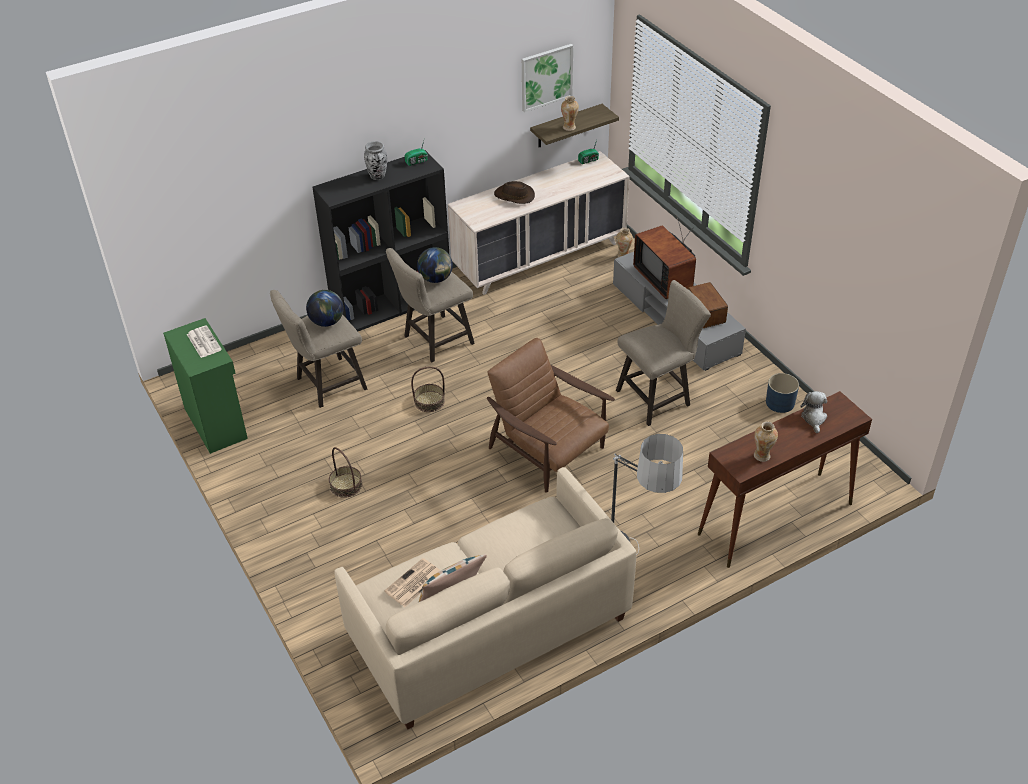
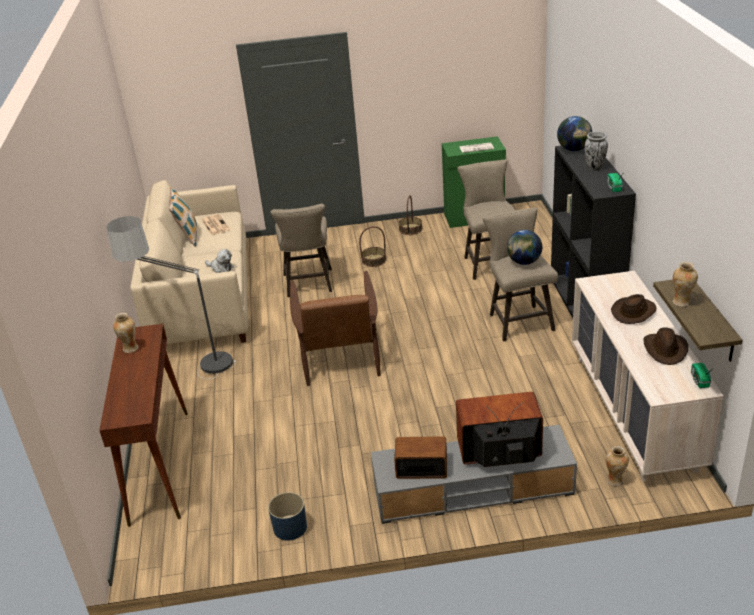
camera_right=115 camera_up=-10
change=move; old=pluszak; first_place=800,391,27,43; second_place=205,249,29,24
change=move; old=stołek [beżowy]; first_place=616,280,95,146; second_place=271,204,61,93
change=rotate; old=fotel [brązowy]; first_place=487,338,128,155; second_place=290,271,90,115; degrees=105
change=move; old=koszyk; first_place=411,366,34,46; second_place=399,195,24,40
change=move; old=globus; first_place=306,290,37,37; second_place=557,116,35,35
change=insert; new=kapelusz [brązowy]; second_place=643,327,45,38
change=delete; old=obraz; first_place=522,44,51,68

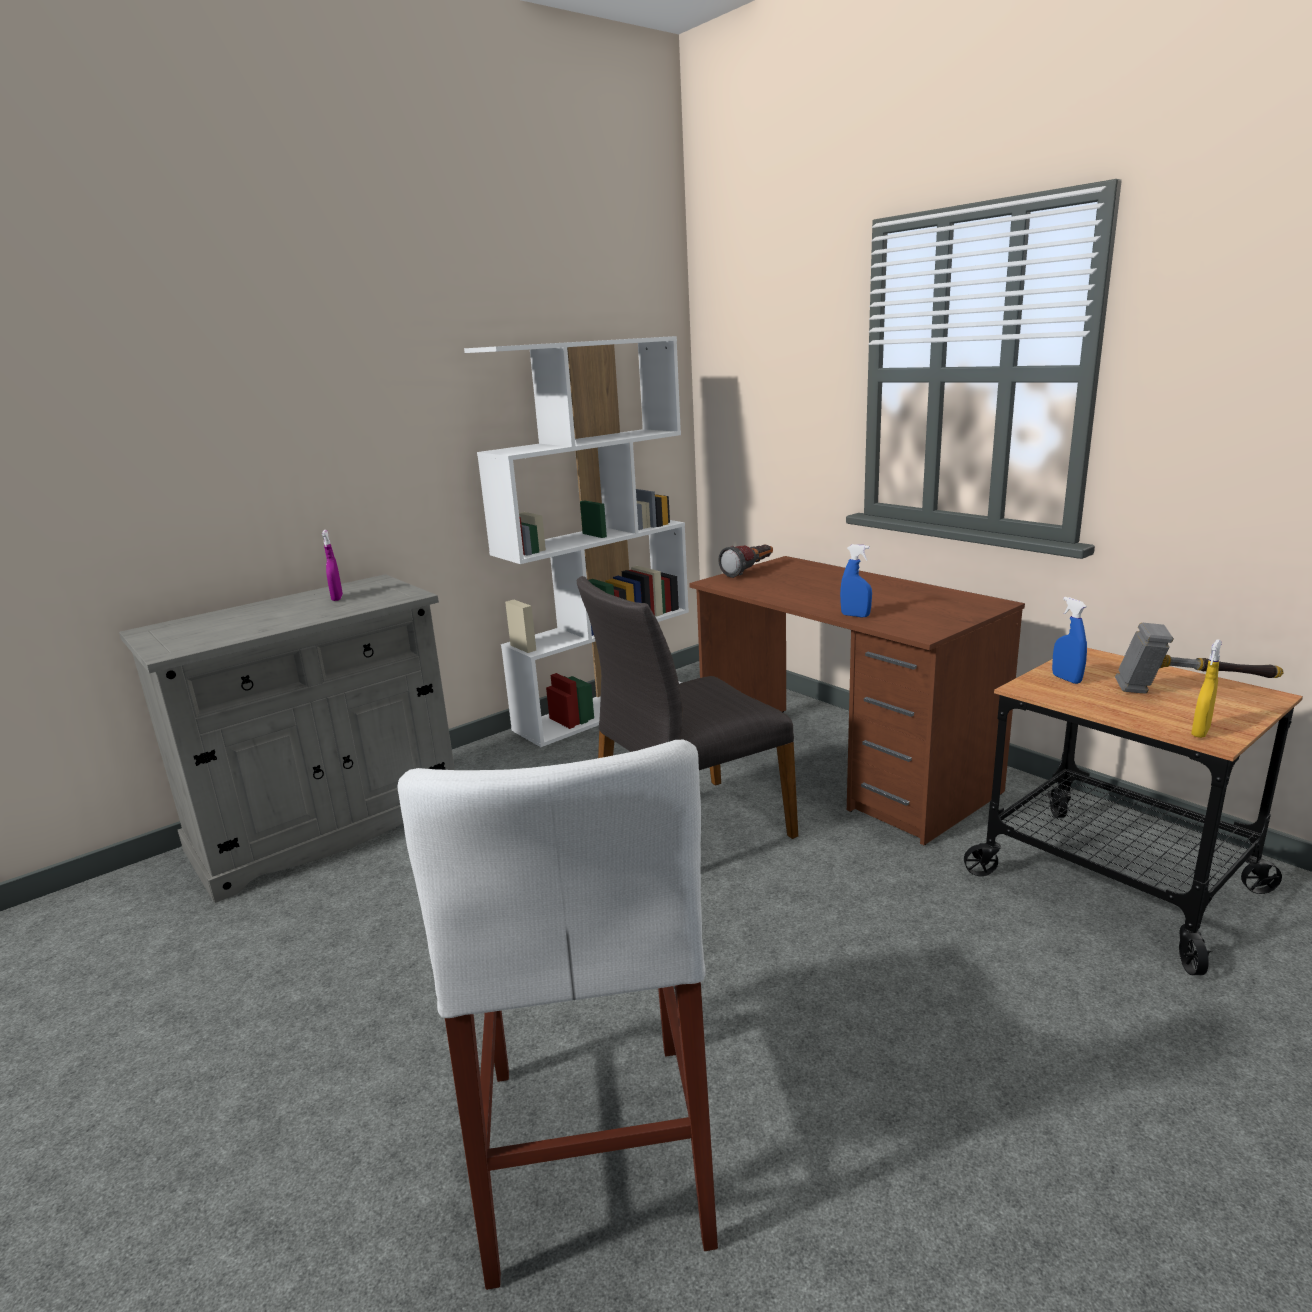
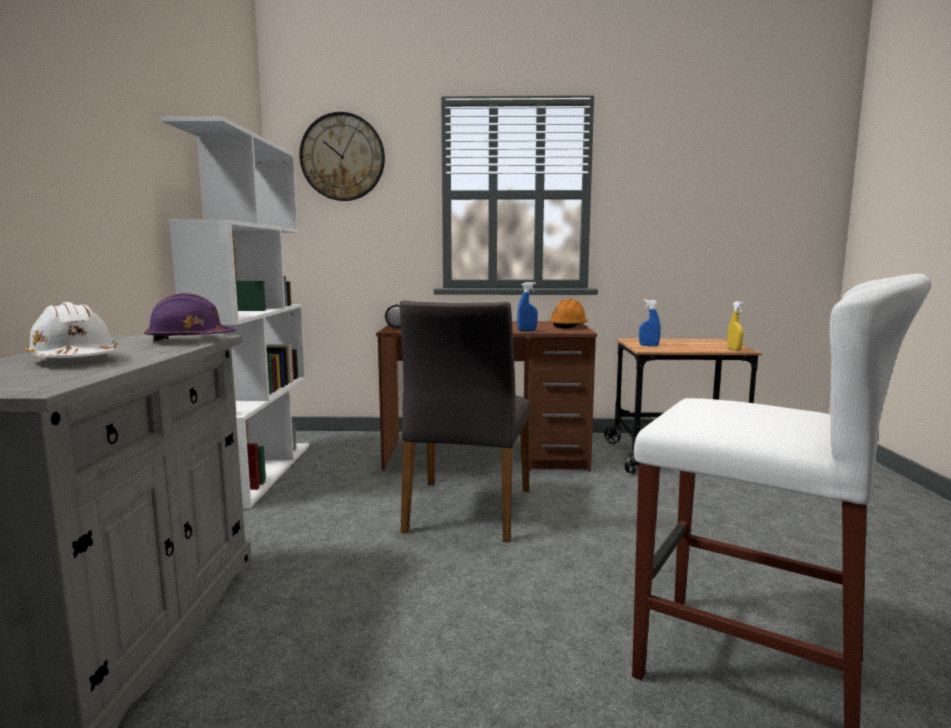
camera_right=-50 camera_up=-10
change=insert; new=kask [biały]; second_place=24,302,93,56
change=insert; new=kask [fioletowy]; second_place=144,293,92,48
change=insert; new=zegar ścienny; second_place=299,112,86,89
change=insert; new=kask [pomarańczowy]; second_place=549,299,39,30
change=delete; old=spryskiwacz [fioletowy]; first_place=322,530,21,71
change=delete; old=młotek; first_place=1115,623,169,71

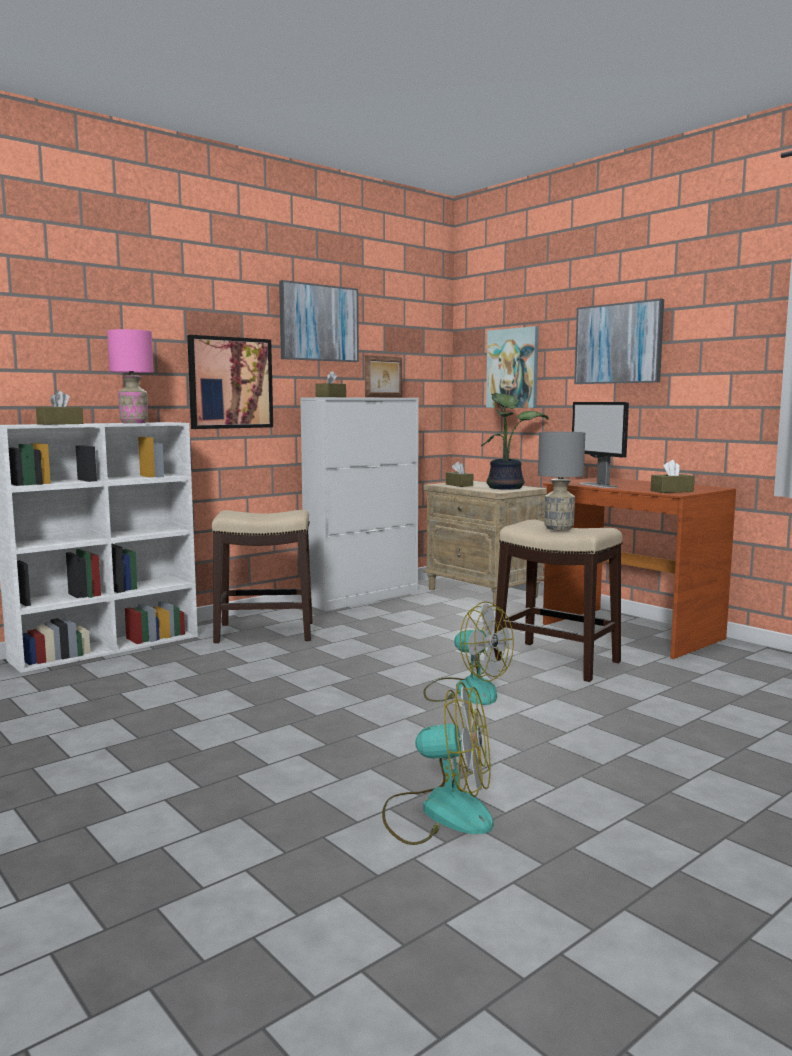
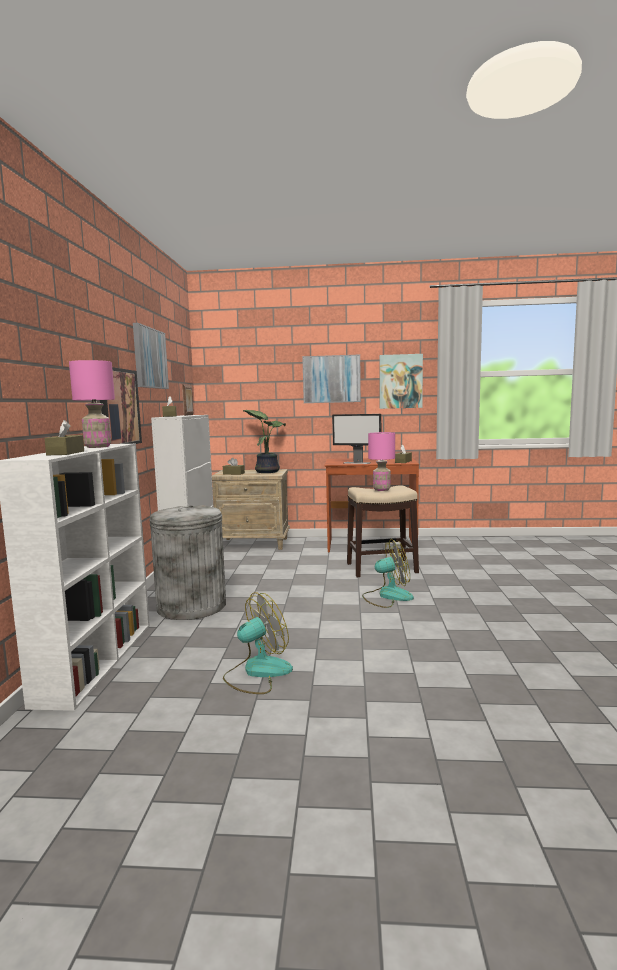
camera_right=-45 camera_up=0
change=replace; old=stołek; new=kosz na śmieci [szary]; first_place=211,510,101,133; second_place=149,505,77,115
change=move; old=wentylator; first_place=382,682,112,163; second_place=223,592,70,102
change=recolor; old=lampa stołowa [szary]; new=lampa stołowa [różowy]; first_place=538,432,47,99; second_place=368,432,27,59
change=move; old=obraz; first_place=486,326,53,82; second_place=379,354,44,55

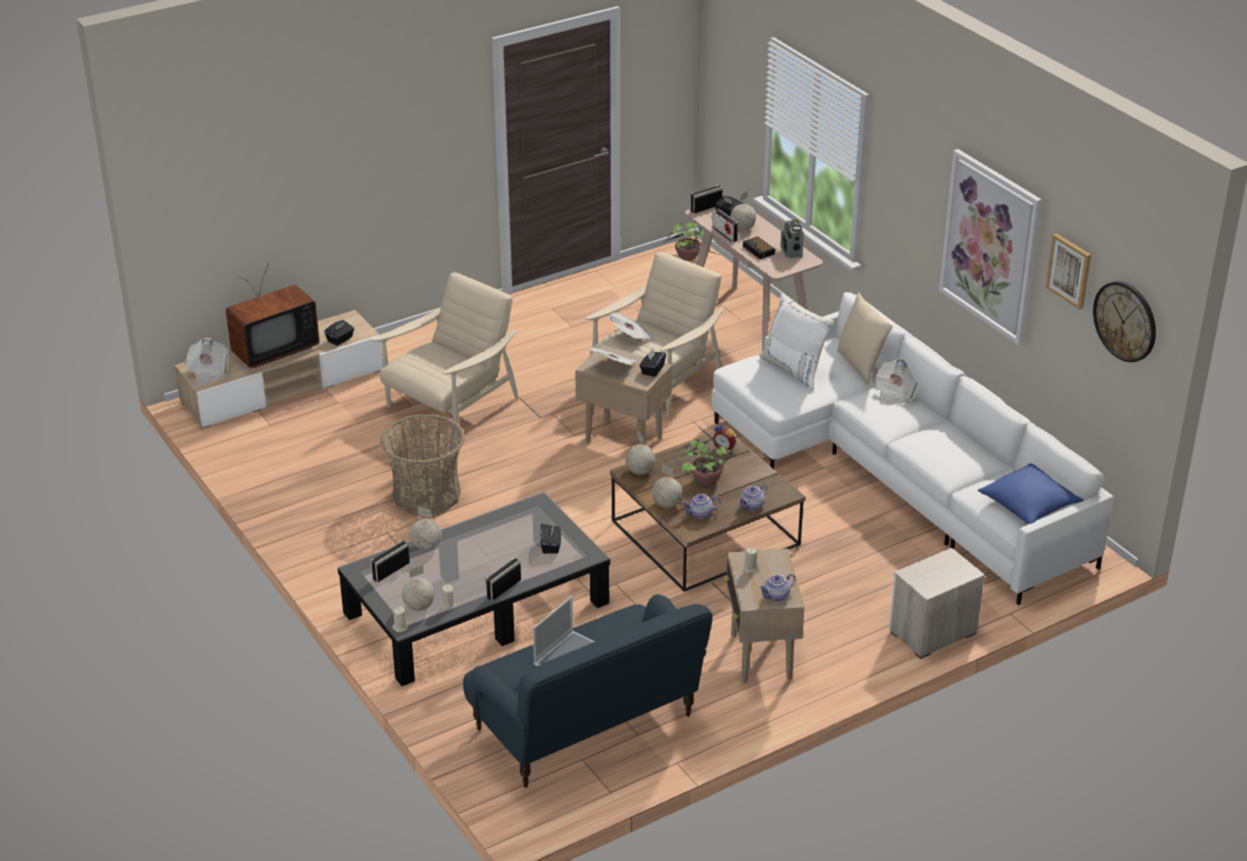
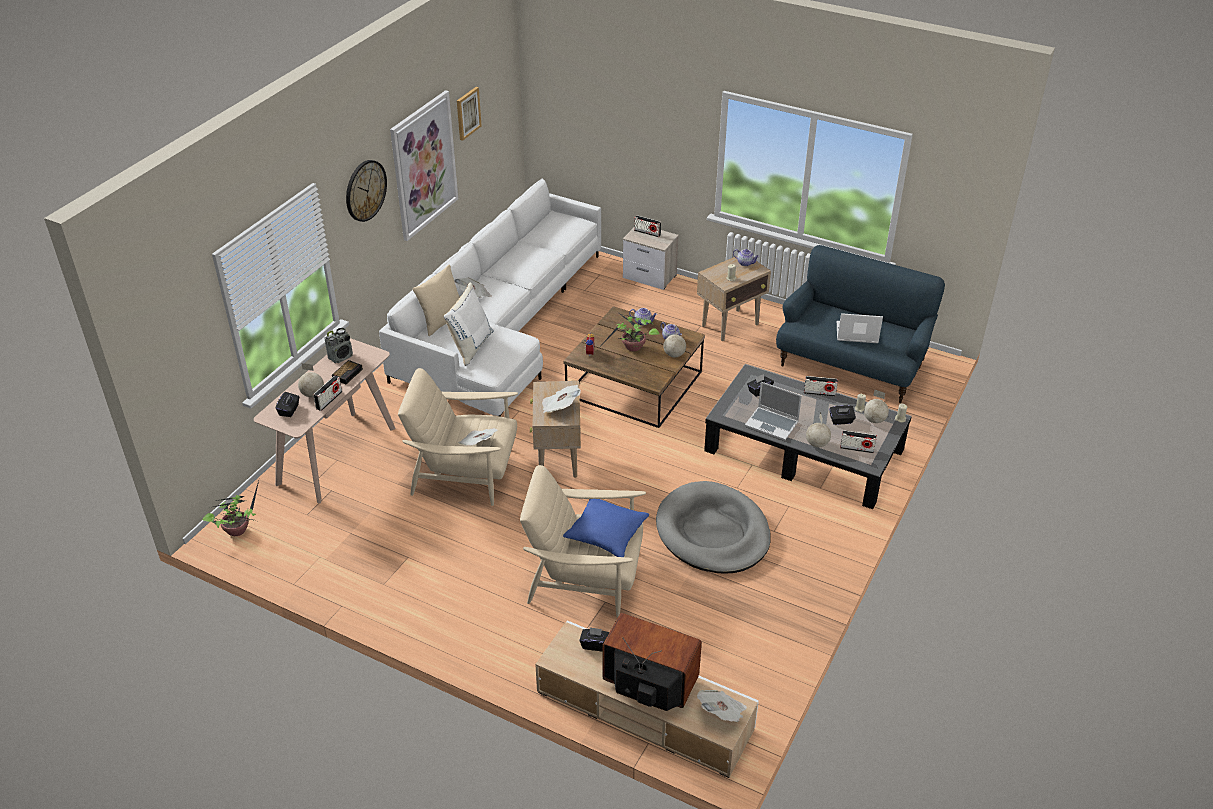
camera_right=-120 camera_up=5
change=move; old=zegar ścienny; first_place=1093,281,63,81; second_place=346,160,41,62
change=move; old=poduszka [niebieski]; first_place=978,464,106,60; second_place=563,499,86,58
change=move; old=radio; first_place=690,185,32,29; second_place=634,215,27,22
change=replace; old=koszyk; new=legowisko [szary]; first_place=380,414,85,101; second_place=656,481,115,93
change=insert; new=laptop; second_place=745,382,57,59
change=move; old=pudełko chusteczek [czarny]; first_place=640,349,26,28; second_place=829,405,27,20
change=delete; old=globus; first_place=625,431,30,44

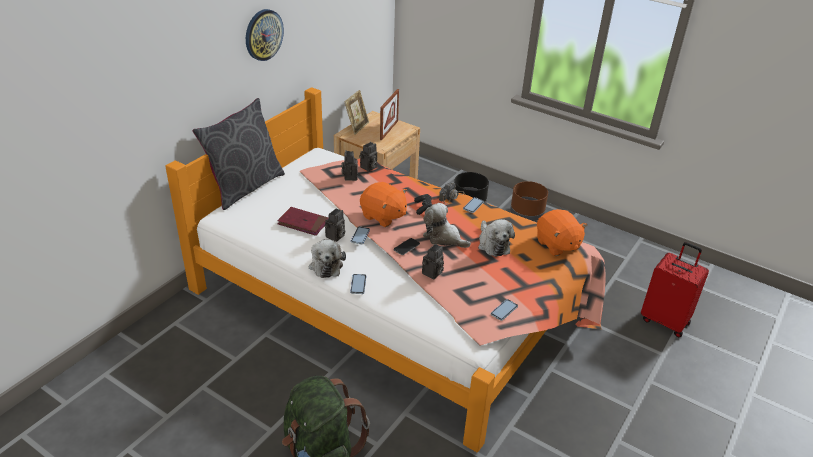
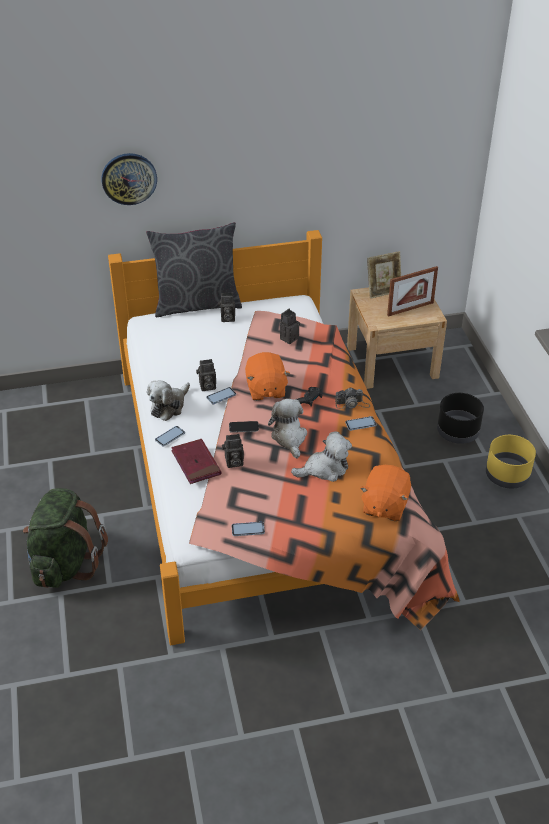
camera_right=45 camera_up=5
change=move; old=zegar ścienny; first_place=246,9,38,52; second_place=102,153,55,52
change=move; old=książka [czerwony]; first_place=277,207,51,29; second_place=171,439,50,45
change=move; old=aparat fotograficzny; first_place=359,142,18,30; second_place=218,293,17,29
change=rotate; old=pluszak; first_place=478,219,37,38; second_place=291,432,61,50; degrees=-135
change=recolor; old=donica [brązowy]; new=donica [żółty]; first_place=510,181,38,40; second_place=486,435,50,53
change=delete; old=walizka [czerwony]; first_place=641,242,68,95

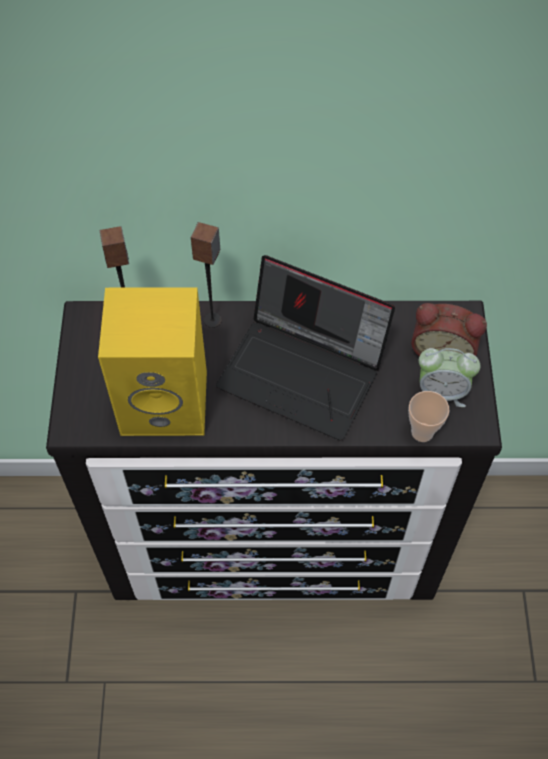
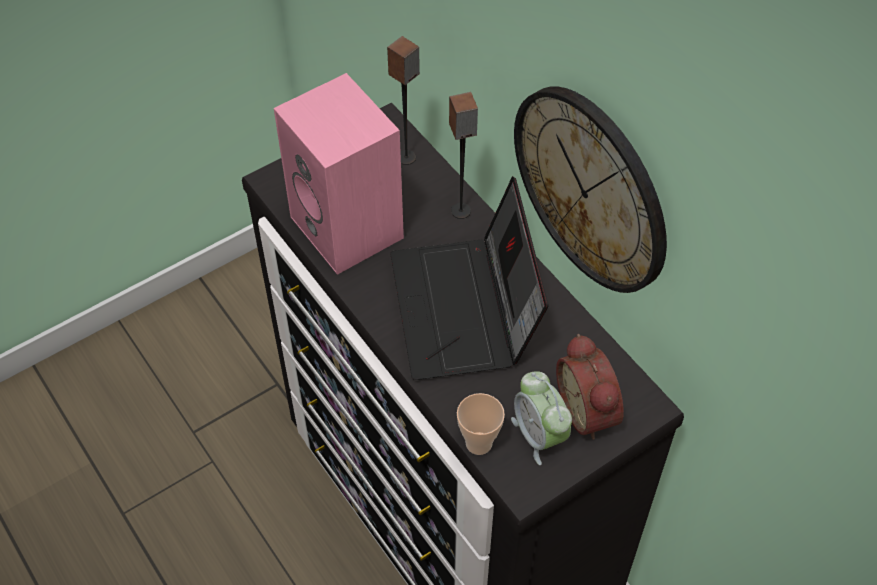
camera_right=55 camera_up=-5
change=recolor; old=głośnik [żółty]; new=głośnik [różowy]; first_place=98,288,109,148; second_place=274,73,130,202
change=insert; new=zegar ścienny; second_place=514,86,153,207

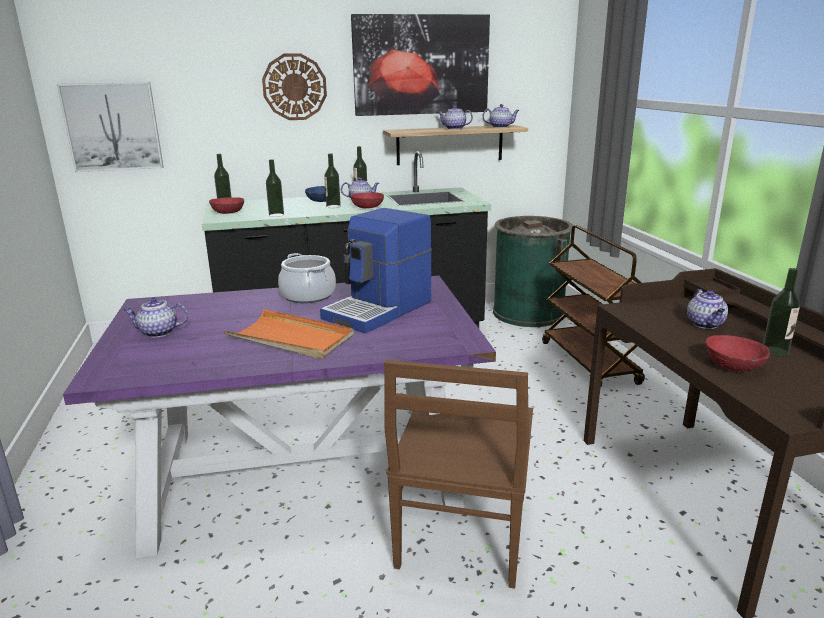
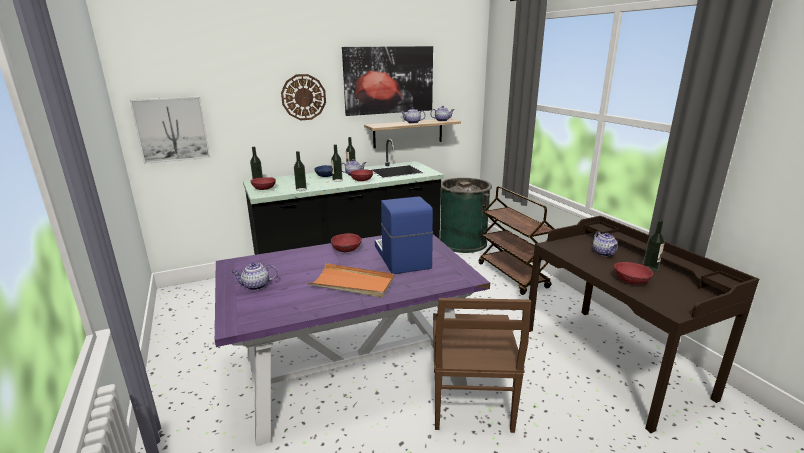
camera_right=-10 camera_up=0
change=replace; old=garnek; new=miska [czerwony]; first_place=278,253,58,50; second_place=331,233,31,19
change=rotate; old=ekspres do kawy; first_place=320,208,112,126; second_place=375,196,58,78; degrees=135

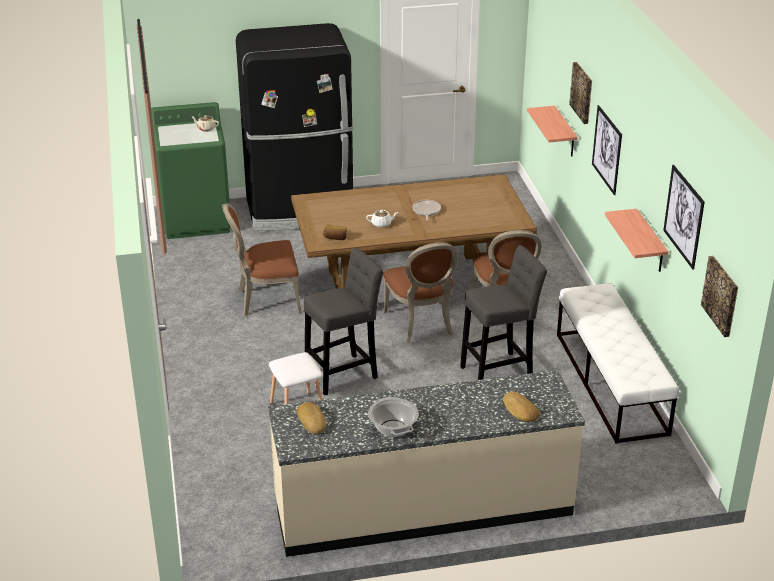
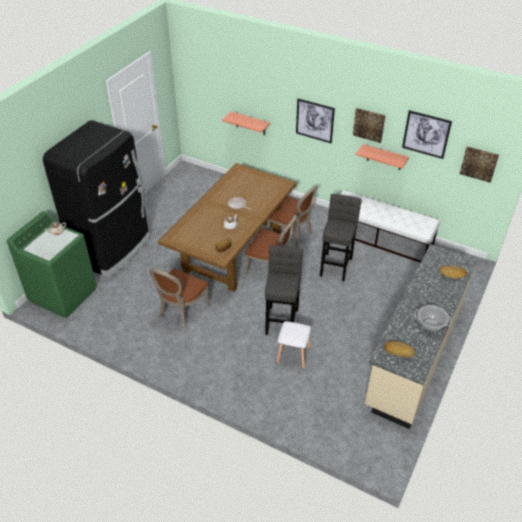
camera_right=-50 camera_up=10
change=move; old=obraz; first_place=569,62,23,62; second_place=353,108,32,35

